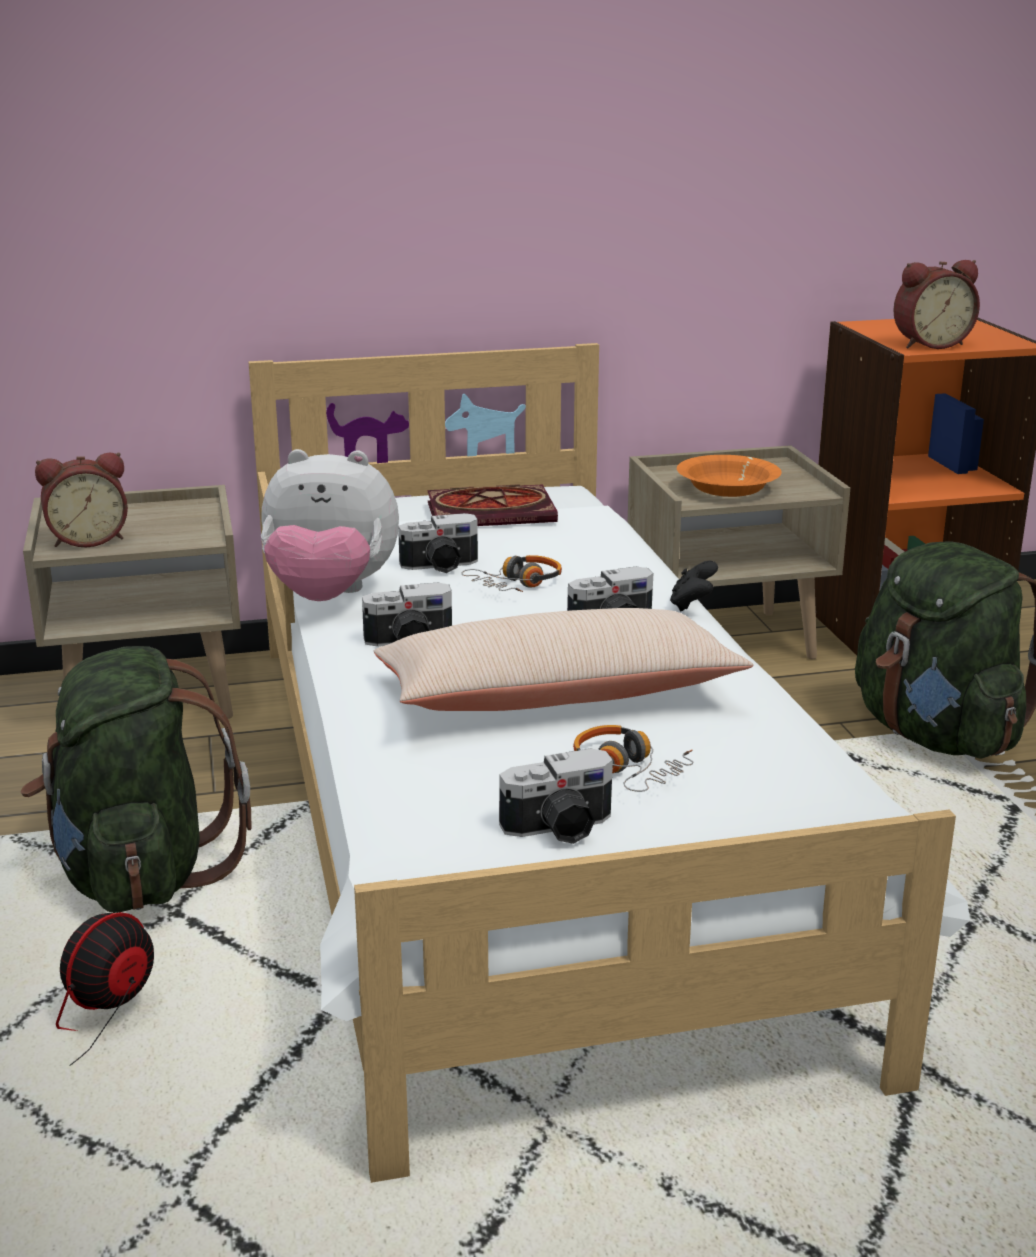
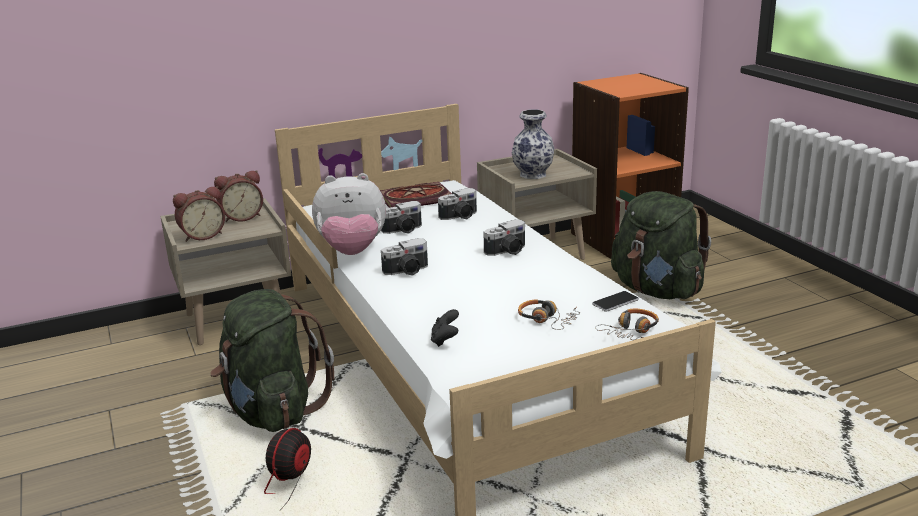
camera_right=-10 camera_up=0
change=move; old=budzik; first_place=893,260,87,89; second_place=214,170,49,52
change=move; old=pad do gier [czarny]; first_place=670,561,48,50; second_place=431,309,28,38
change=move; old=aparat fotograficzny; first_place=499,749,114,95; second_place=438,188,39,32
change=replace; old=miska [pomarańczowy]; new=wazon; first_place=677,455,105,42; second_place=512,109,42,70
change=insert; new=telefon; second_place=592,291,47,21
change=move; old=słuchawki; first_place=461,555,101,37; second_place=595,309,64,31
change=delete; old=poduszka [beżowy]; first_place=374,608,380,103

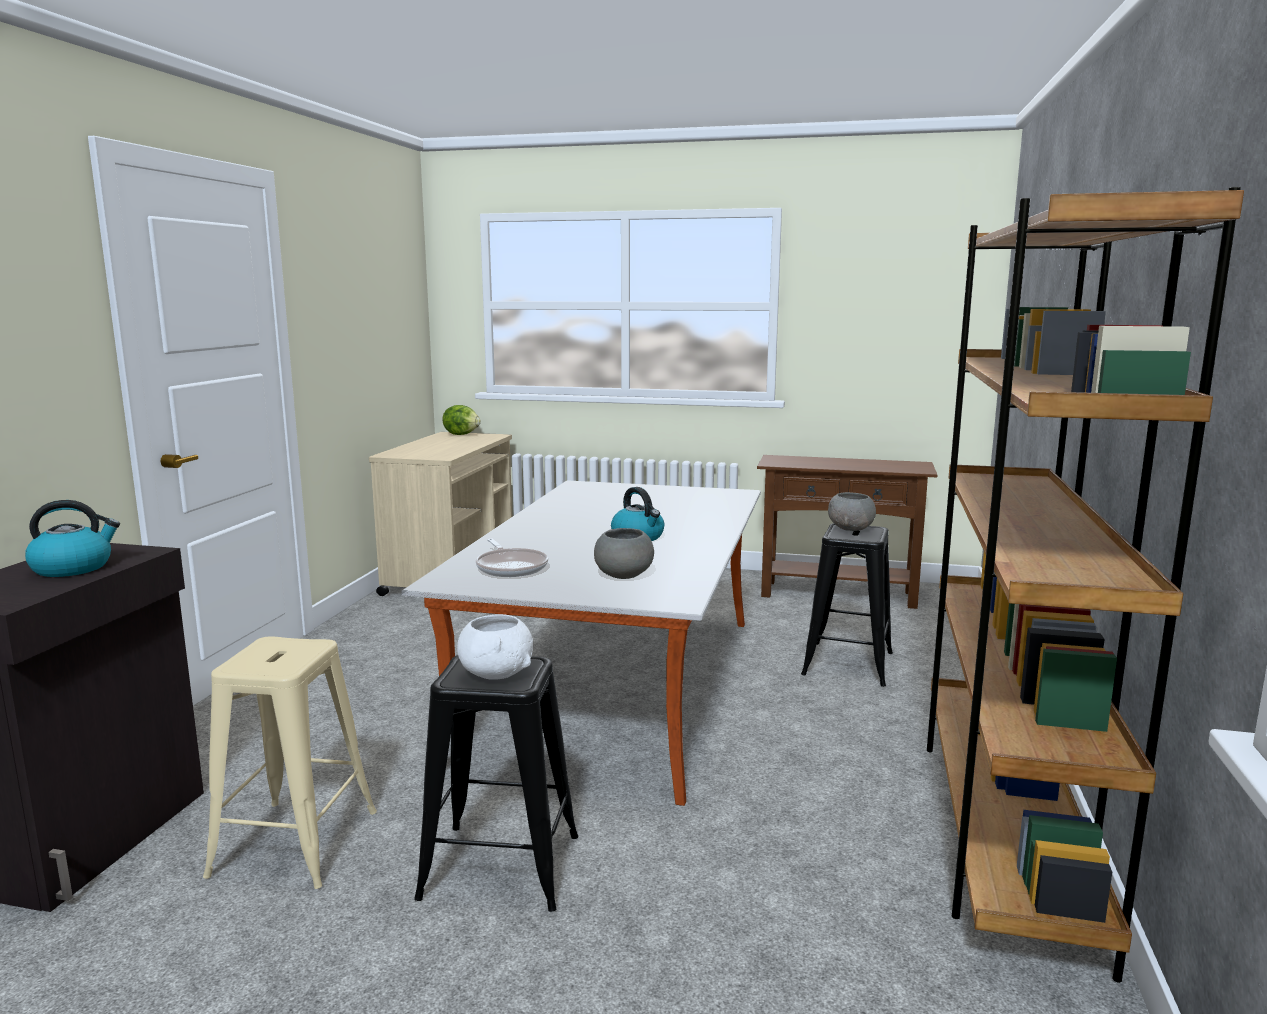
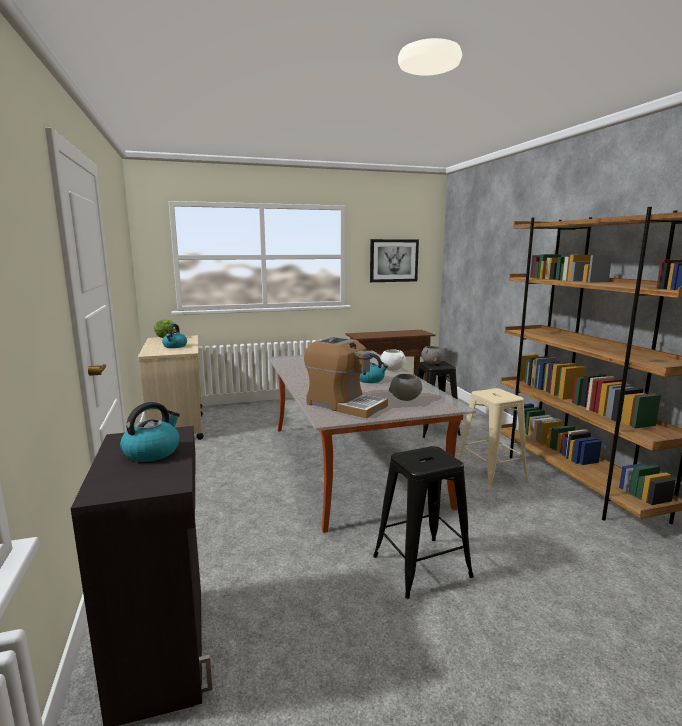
camera_right=-30 camera_up=0
change=insert; new=czajnik; second_place=162,324,25,24
change=replace; old=patelnia; new=ekspres do kawy; first_place=476,539,72,38; second_place=304,337,84,81
change=insert; new=obraz; second_place=370,239,49,43
change=move; old=miska [biały]; first_place=457,614,76,66; second_place=380,349,27,21
change=move; old=stołek [beżowy]; first_place=203,636,174,253; second_place=458,388,71,102

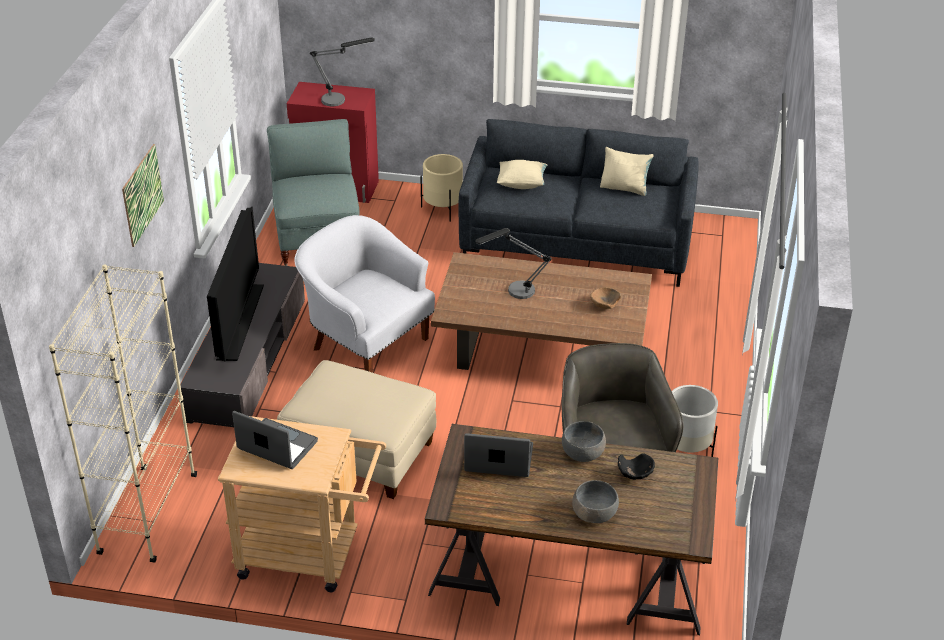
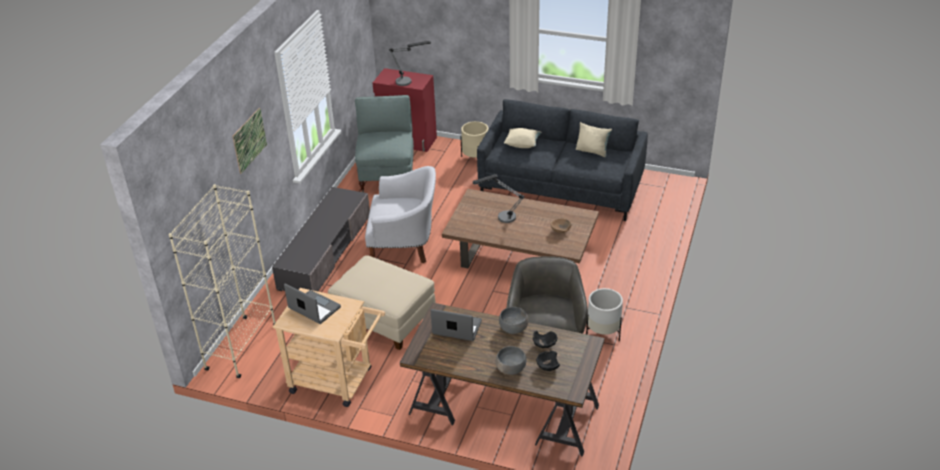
camera_right=10 camera_up=0
change=rotate; old=fotel [biały]; first_place=294,215,141,158; second_place=365,166,71,97; degrees=135
change=insert; new=miska [czarny]; second_place=536,351,24,20
change=delete; old=telewizor; first_place=207,206,57,155

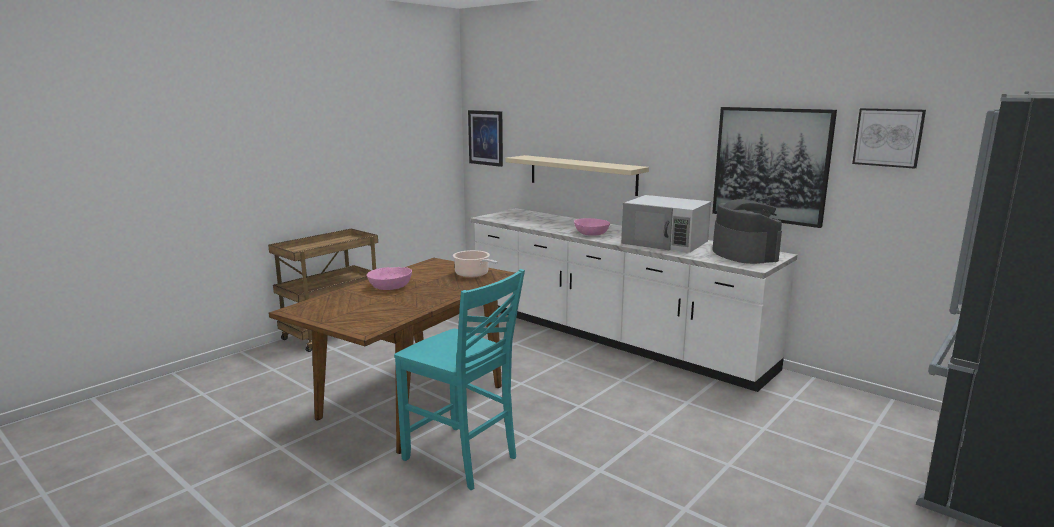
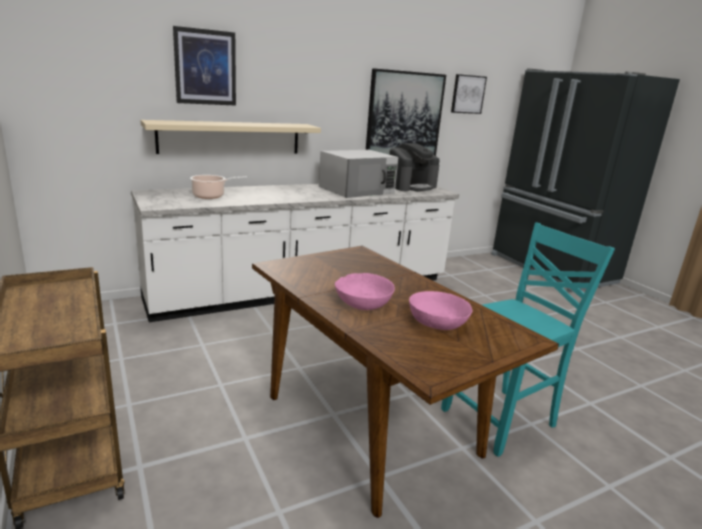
camera_right=-70 camera_up=5
change=move; old=obraz; first_place=468,110,35,57; second_place=173,26,63,80
change=move; old=garnek; first_place=453,250,45,28; second_place=190,175,57,24
change=rotate; old=ekspres do kawy; first_place=712,199,70,65; second_place=389,143,50,48; degrees=135
change=move; old=miska [różowy]; first_place=574,218,36,18; second_place=409,291,63,39

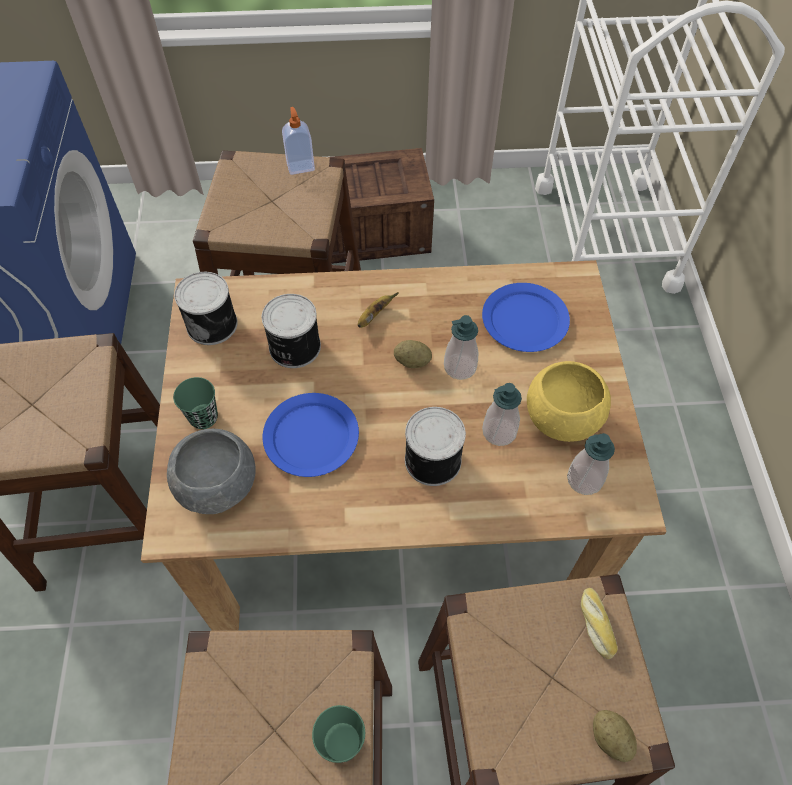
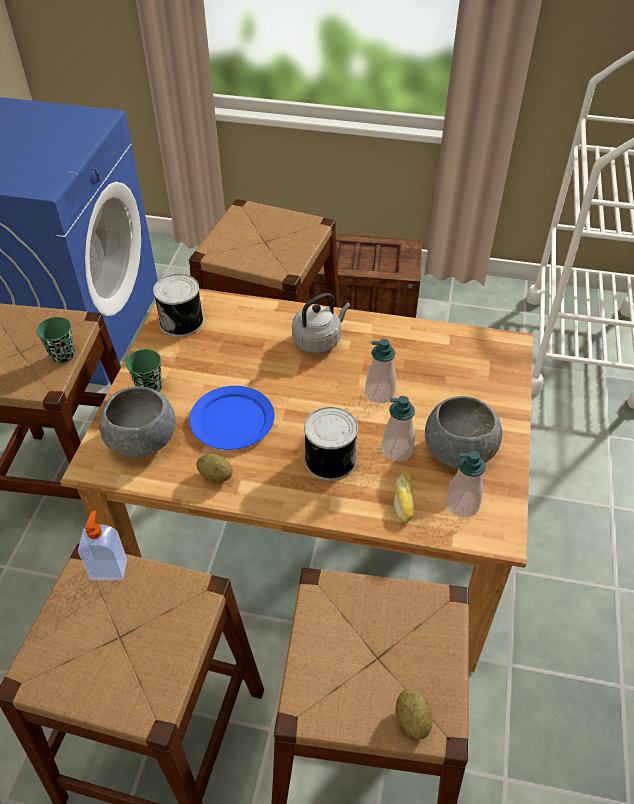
camera_right=15 camera_up=-10
change=move; old=filiżanka [zielony]; first_place=312,705,53,58; second_place=36,317,39,46
change=move; old=dozownik mydła; first_place=282,107,33,68; second_place=78,511,49,69
change=move; old=ziemniak; first_place=394,340,38,28; second_place=196,453,37,29
change=replace; old=banan; new=czajnik [szary]; first_place=358,292,41,36; second_place=292,293,58,60
change=move; old=chleb; first_place=581,588,37,71; second_place=394,472,20,51
change=recolor; old=miska [żółty]; new=miska [szary]; first_place=527,361,84,81; second_place=425,396,77,72
change=delete; old=puszka; first_place=262,294,59,74
change=delete; old=talerz [niebieski]; first_place=482,283,88,69

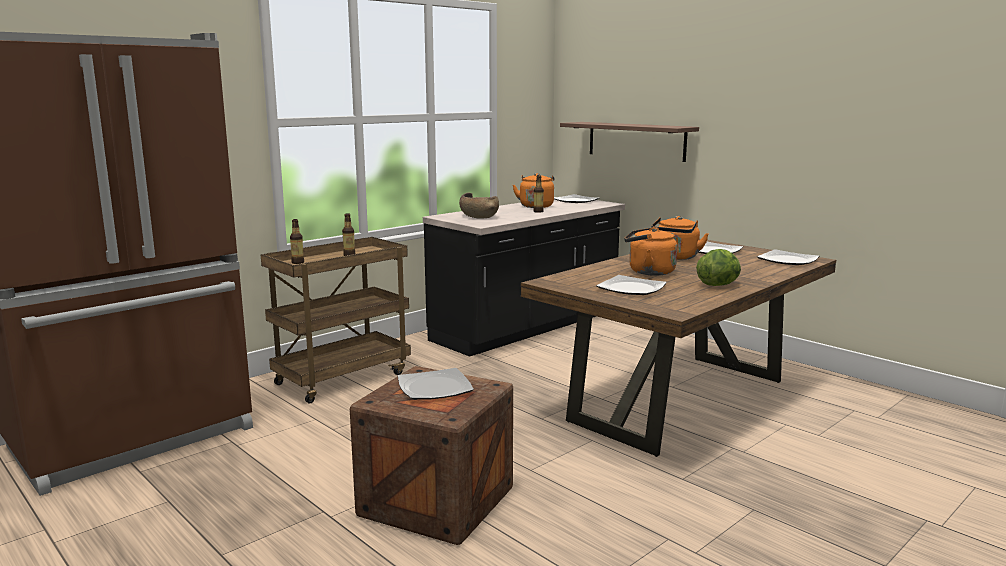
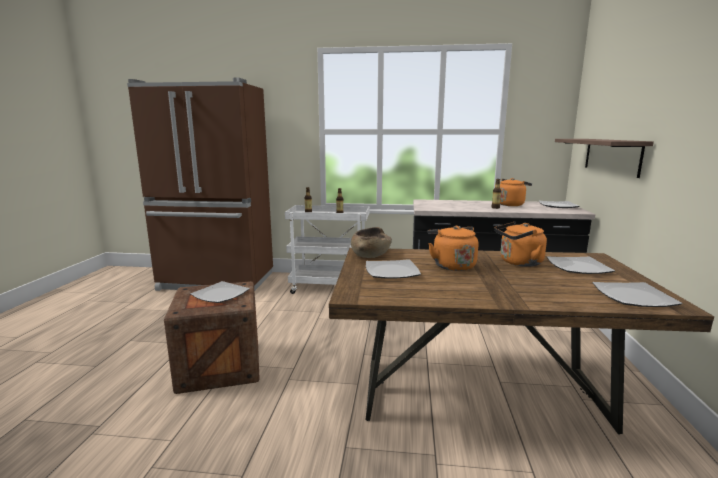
camera_right=50 camera_up=0
change=recolor; old=wózek [brązowy]; new=wózek [biały]; first_place=261,237,150,167; second_place=285,205,85,89
change=move; old=miska [brązowy]; first_place=459,192,40,27; second_place=351,227,41,31
change=delete; old=sałata; first_place=696,249,45,37

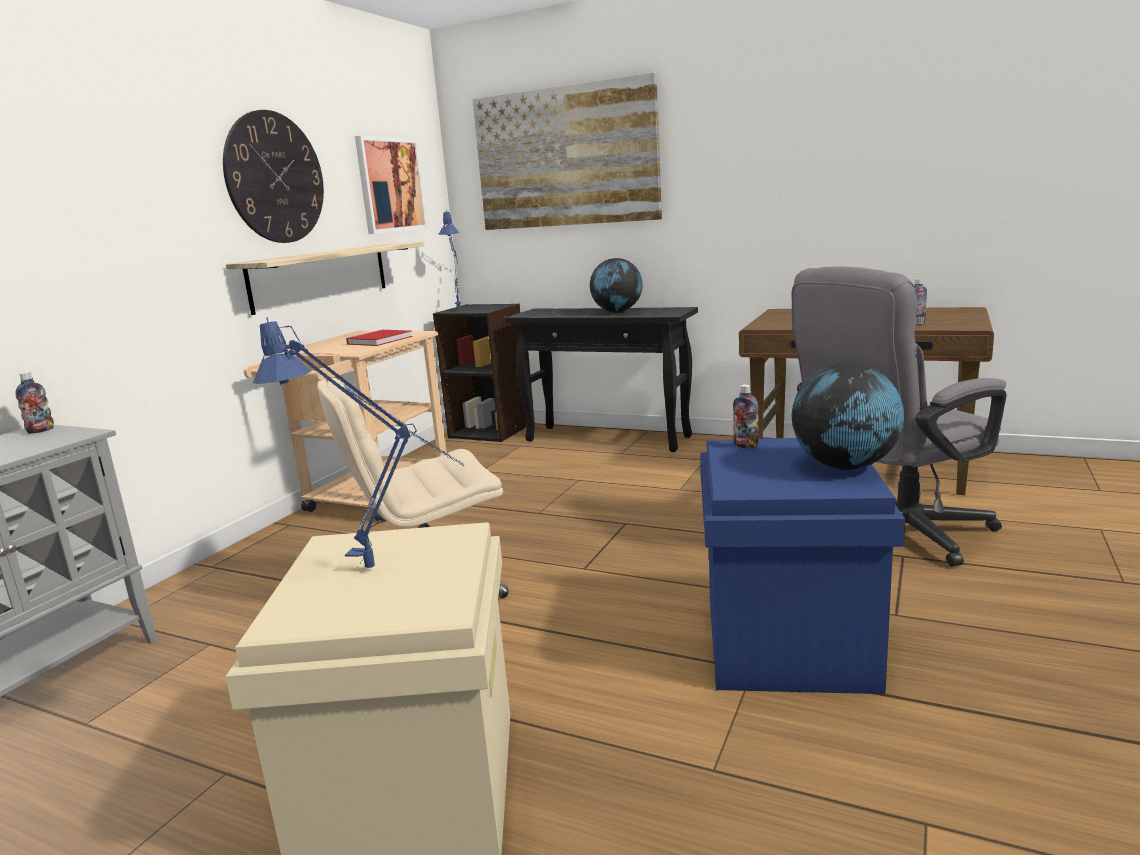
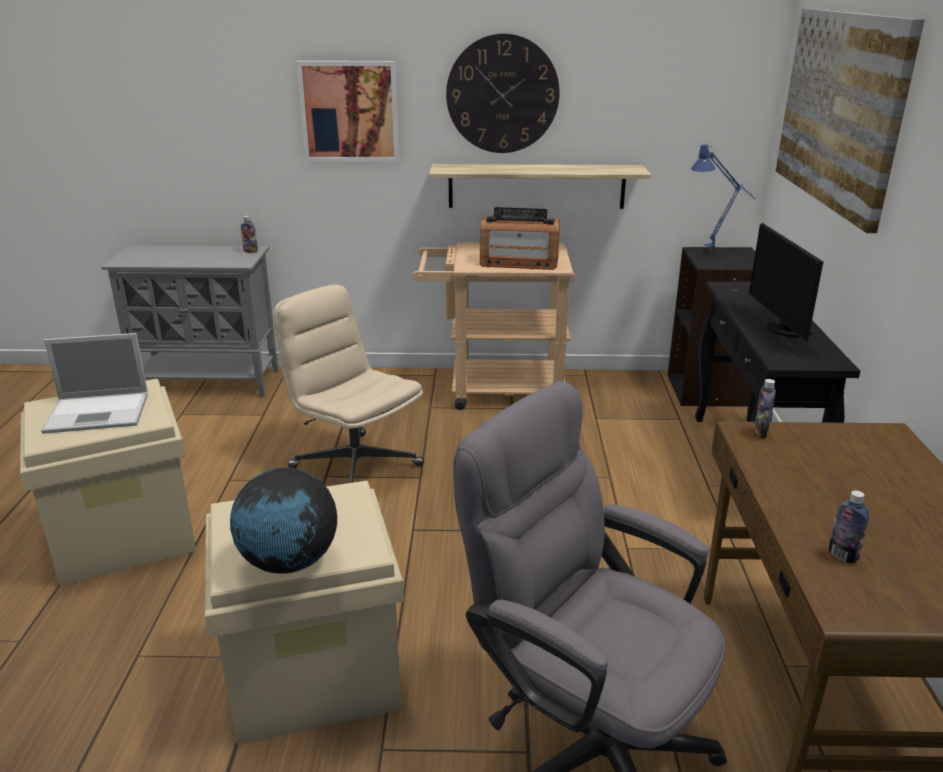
camera_right=65 camera_up=10
change=replace; old=lampa stołowa [niebieski]; new=laptop; first_place=253,318,211,250; second_place=41,333,107,101
change=recolor; old=pojemnik do przechowywania [niebieski]; new=pojemnik do przechowywania [beżowy]; first_place=700,438,205,256; second_place=205,481,199,264
change=move; old=obraz; first_place=355,136,73,98; second_place=297,61,102,101
change=replace; old=książka [czerwony]; new=radio; first_place=346,330,67,16; second_place=480,207,80,63
change=replace; old=globus; new=monitor; first_place=590,258,53,55; second_place=749,223,74,119
change=move; old=butelka; first_place=733,384,26,64; second_place=753,379,23,60

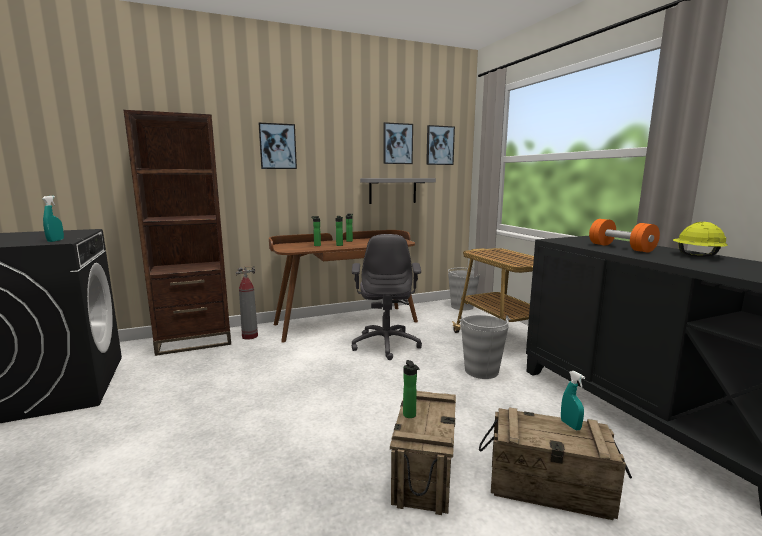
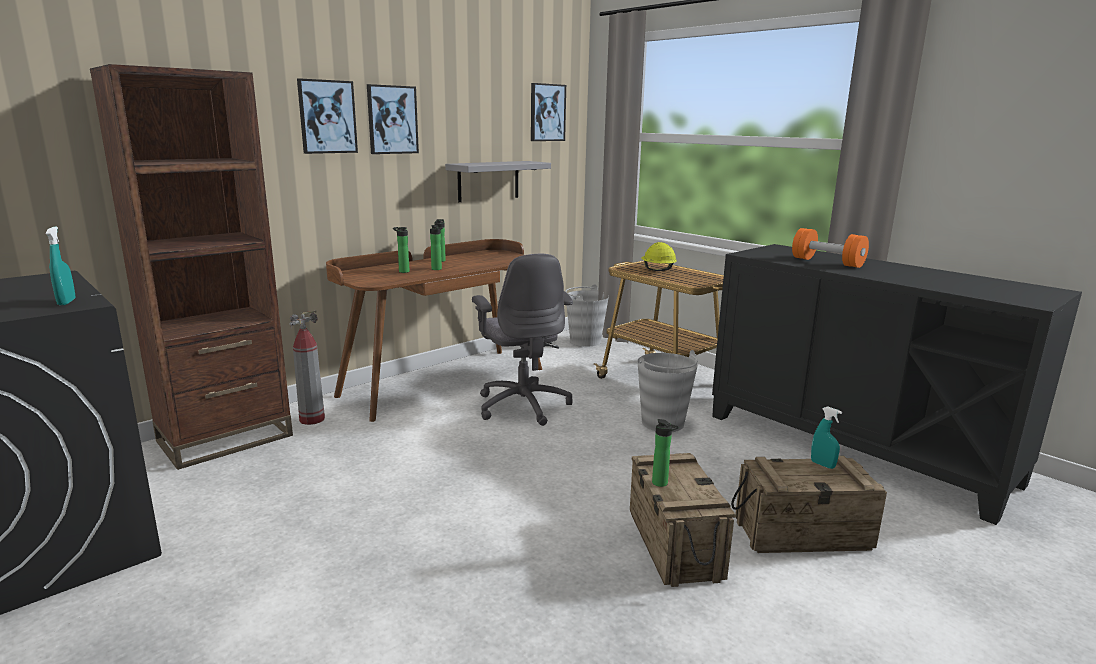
camera_right=-20 camera_up=5
change=move; old=obraz; first_place=383,122,30,42; second_place=367,84,52,70
change=move; old=kask [żółty]; first_place=673,222,55,35; second_place=641,242,36,29

